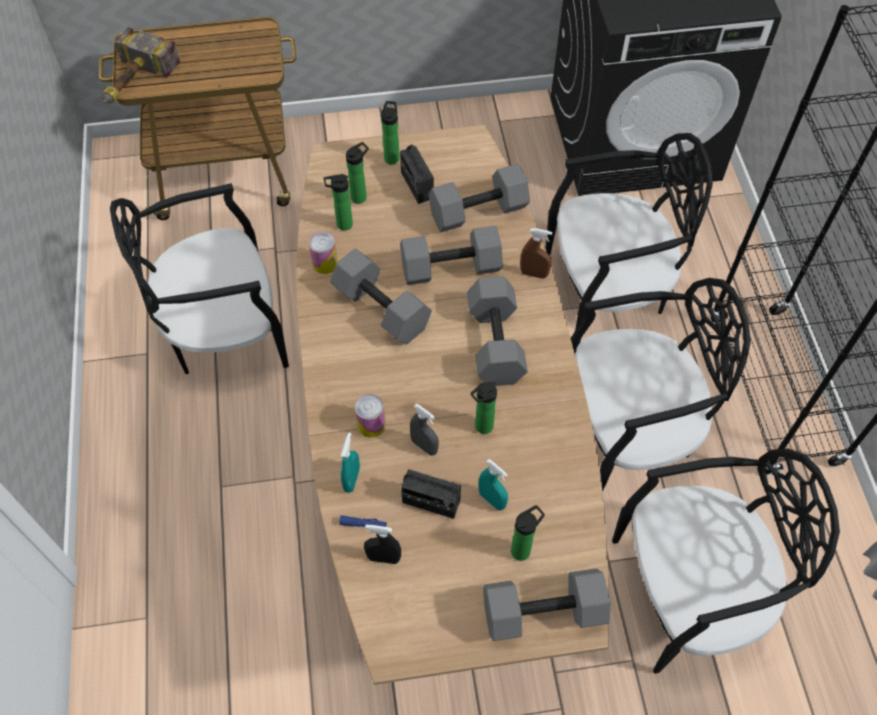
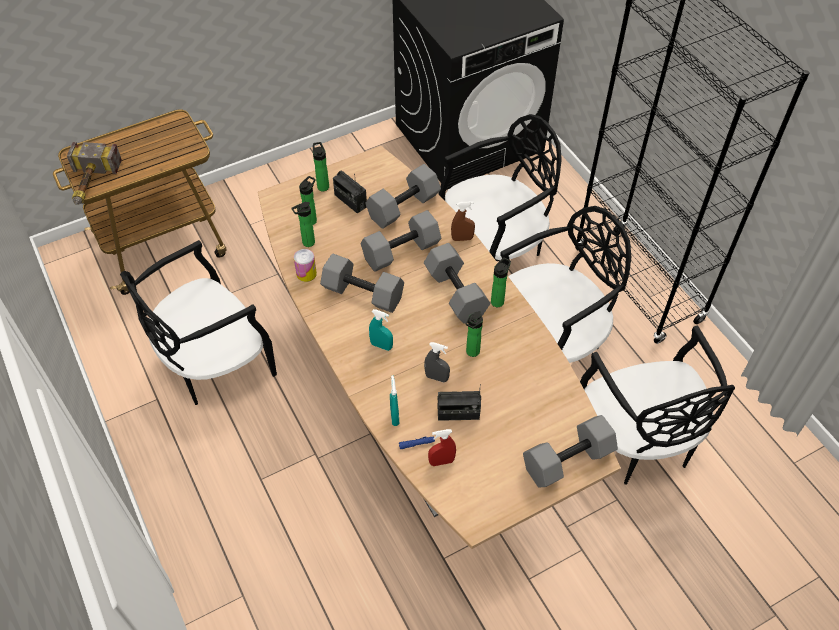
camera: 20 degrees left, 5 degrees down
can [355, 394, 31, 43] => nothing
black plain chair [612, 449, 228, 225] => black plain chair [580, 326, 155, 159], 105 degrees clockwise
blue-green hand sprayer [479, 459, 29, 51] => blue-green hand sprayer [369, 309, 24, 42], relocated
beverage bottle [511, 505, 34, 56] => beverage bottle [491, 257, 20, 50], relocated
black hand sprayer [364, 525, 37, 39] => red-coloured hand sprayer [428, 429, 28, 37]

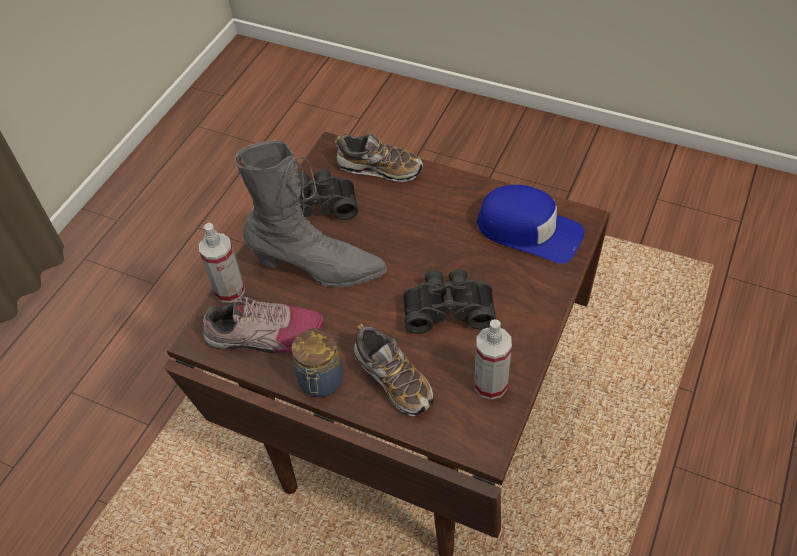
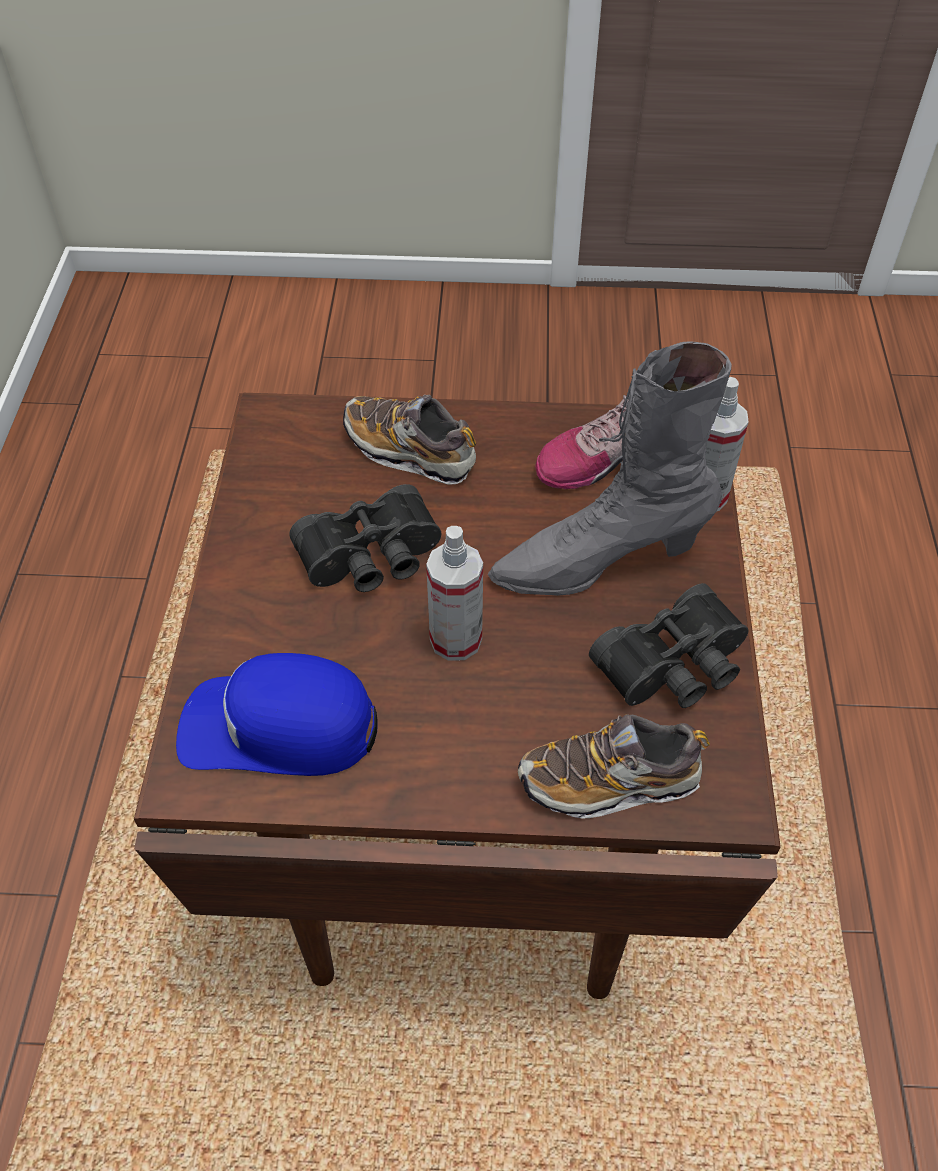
camera: 155 degrees right, 0 degrees up
hand sprayer [475, 319, 37, 81] => hand sprayer [426, 526, 57, 135], relocated
preserve jar [292, 328, 51, 69] => nothing

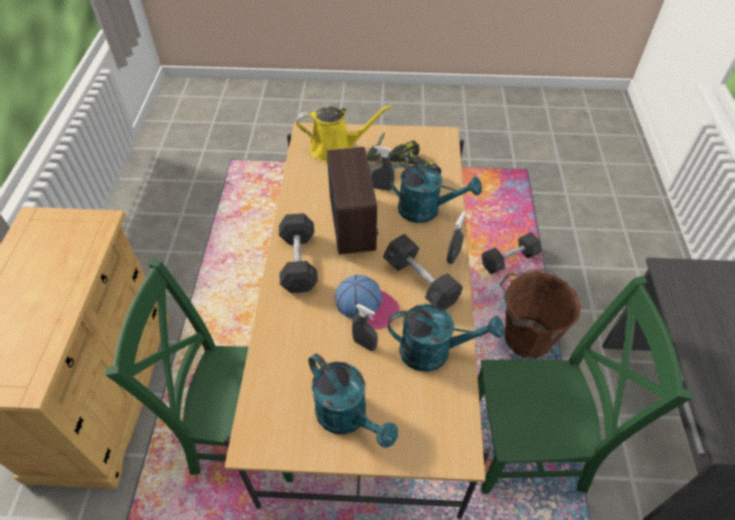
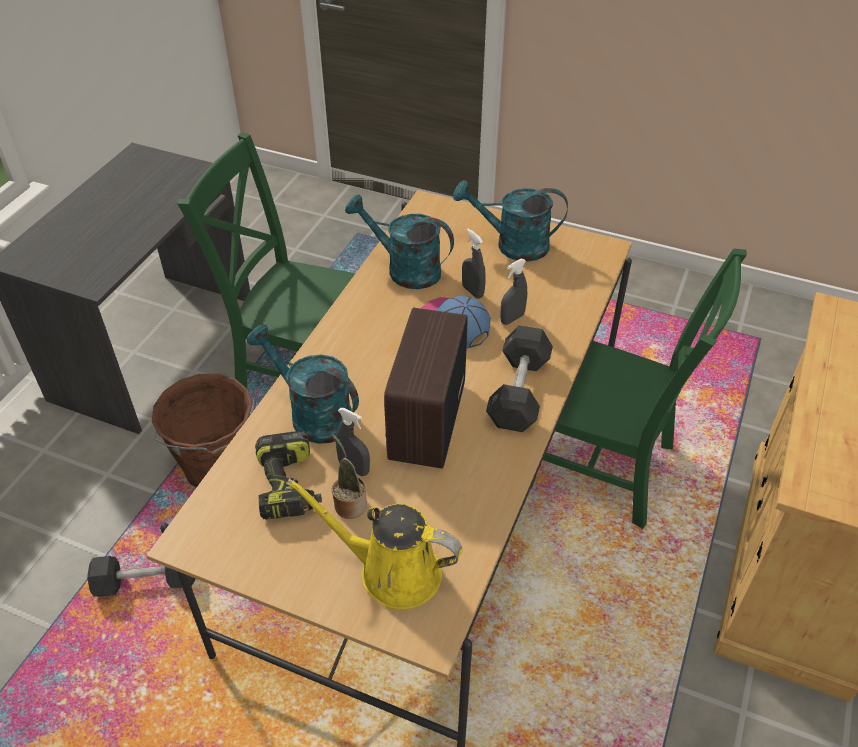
camera: 160 degrees left, 5 degrees down
greyish hand sprayer [447, 211, 19, 53] => greyish hand sprayer [500, 259, 27, 66], relocated
greyish free weight [383, 234, 80, 76] => nothing
blue-green watering can [308, 353, 90, 95] => blue-green watering can [453, 180, 115, 82], 60 degrees counterclockwise

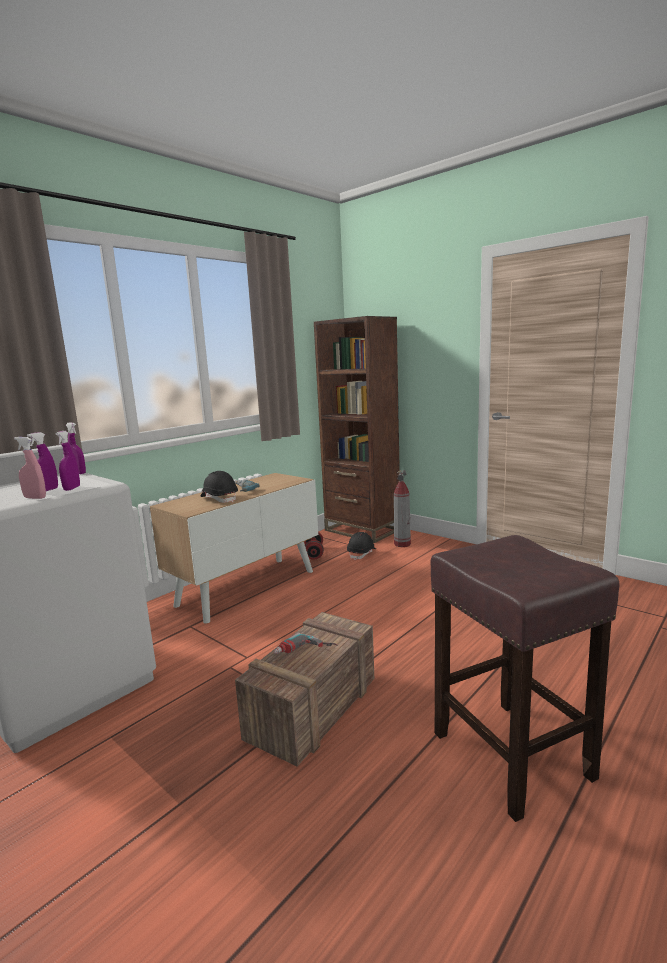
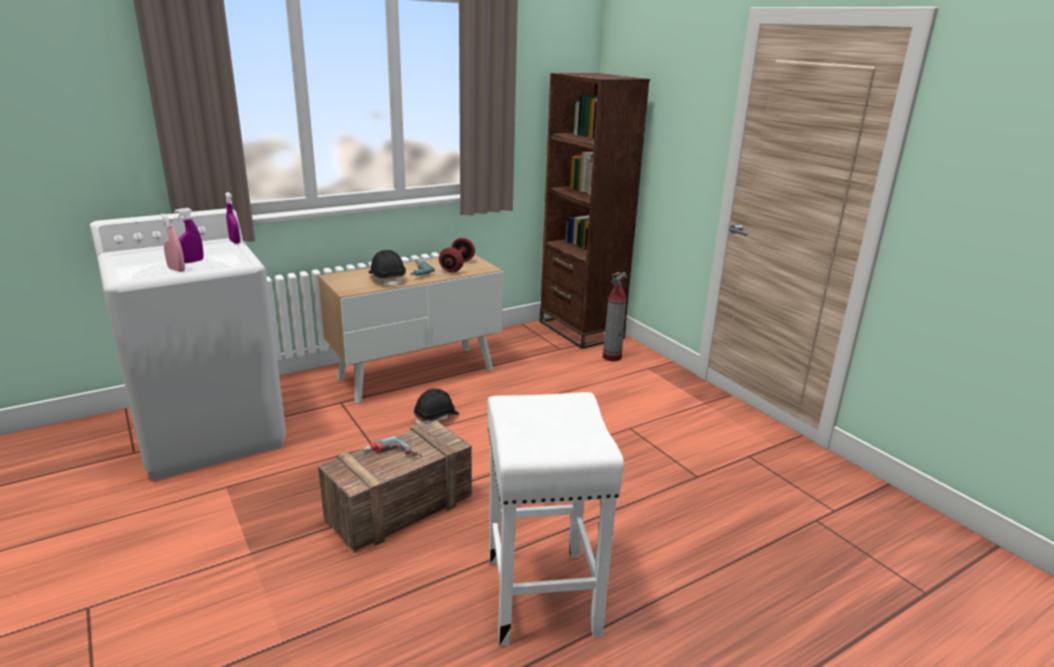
camera: 15 degrees right, 10 degrees up
purple-coloured hand sprayer [55, 431, 25, 60] => nothing
red-coloured free weight [304, 532, 20, 28] => red-coloured free weight [439, 238, 36, 34], relocated
black safety helmet [347, 532, 29, 29] => black safety helmet [414, 389, 45, 37], relocated
brown sitting stool [430, 535, 189, 287] => white-coloured sitting stool [487, 392, 137, 254]

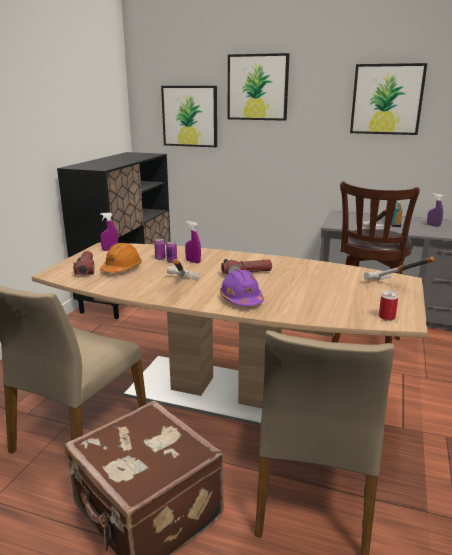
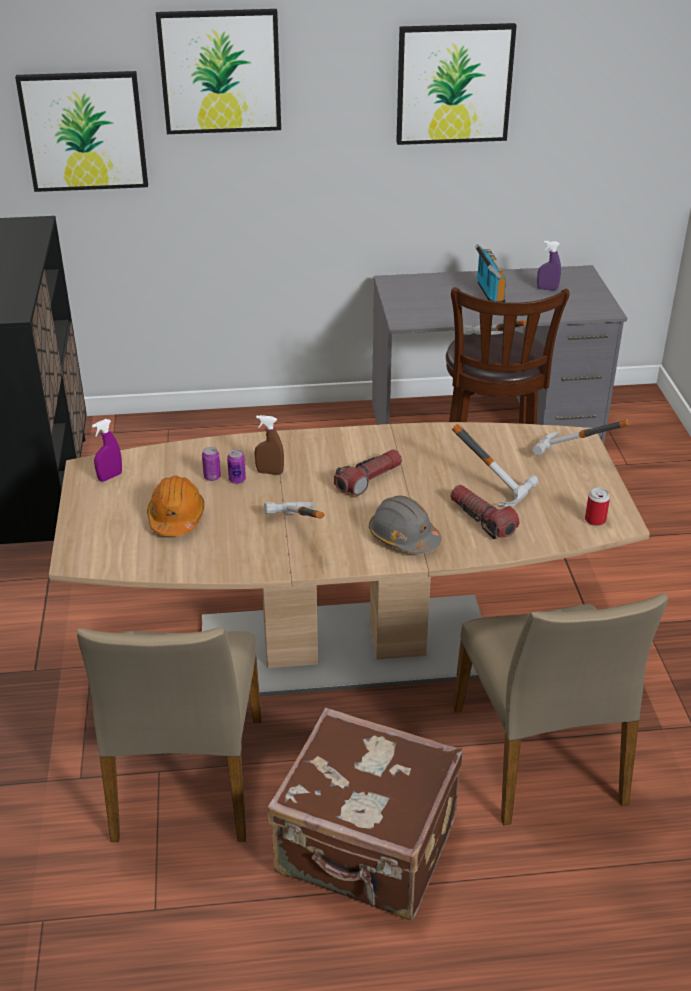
camera: 25 degrees left, 15 degrees up
purple-coloured hand sprayer [185, 221, 16, 42] => brown hand sprayer [254, 415, 30, 60]
torch [73, 251, 22, 25] => torch [450, 485, 69, 54], relocated
purple-coloured safety helmet [220, 269, 44, 37] => greyish safety helmet [369, 495, 72, 59]
nothing => hand hammer [452, 424, 87, 83]

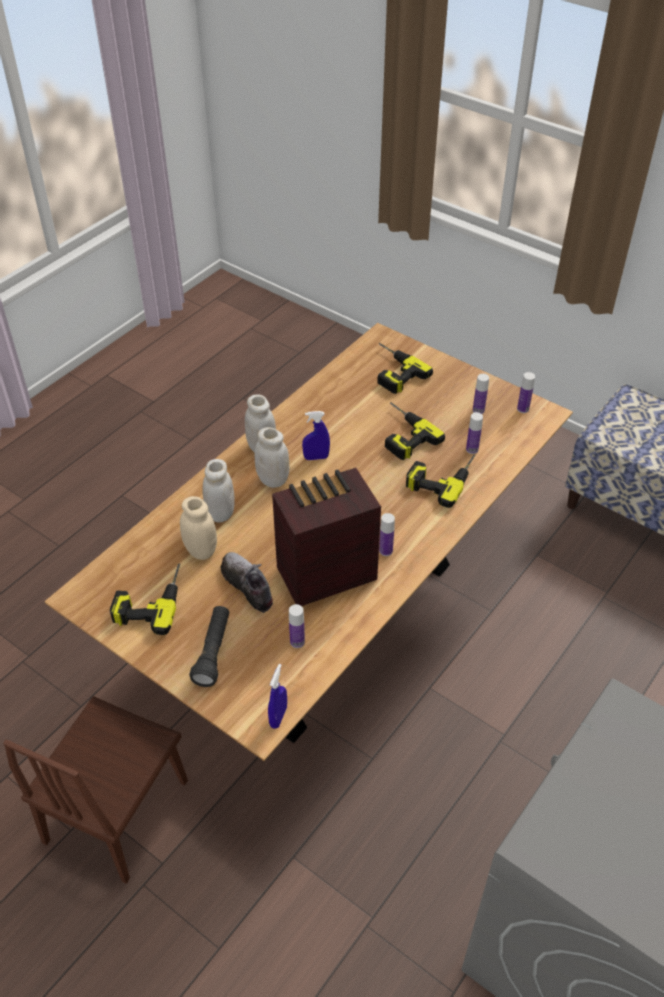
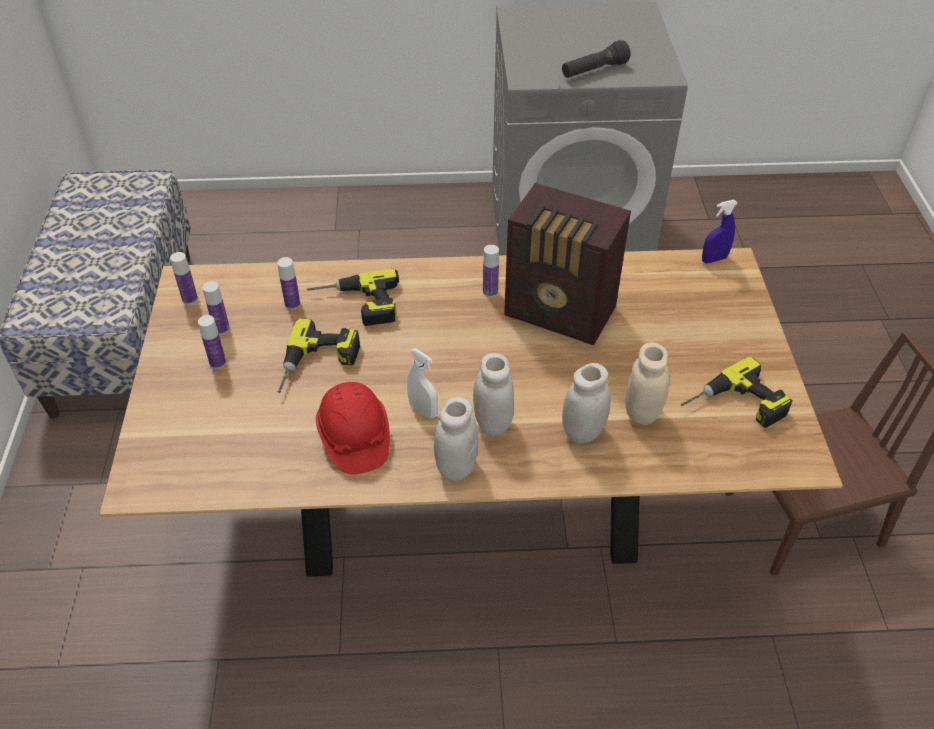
camera: 130 degrees left, 0 degrees up
drill [377, 343, 56, 51] => nothing
blue-coloured hand sprayer [302, 411, 28, 49] => white-coloured hand sprayer [407, 348, 31, 71]
item of footwear [220, 552, 53, 61] => nothing
beverage bottle [289, 604, 16, 44] => beverage bottle [198, 315, 28, 54], relocated
black torch [189, 606, 40, 81] => black torch [562, 40, 69, 38], relocated
nothing => red-coloured safety helmet [316, 382, 74, 93]

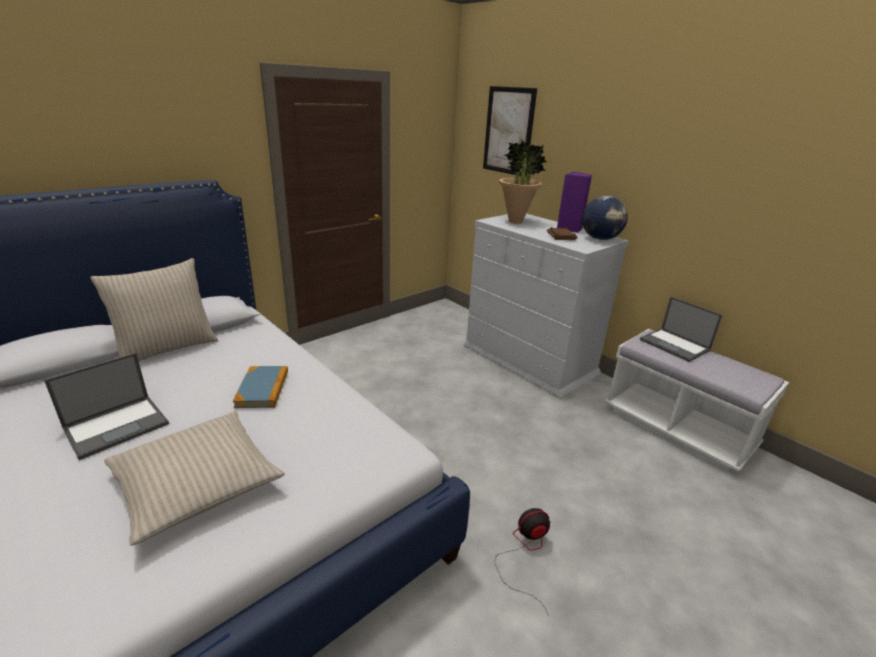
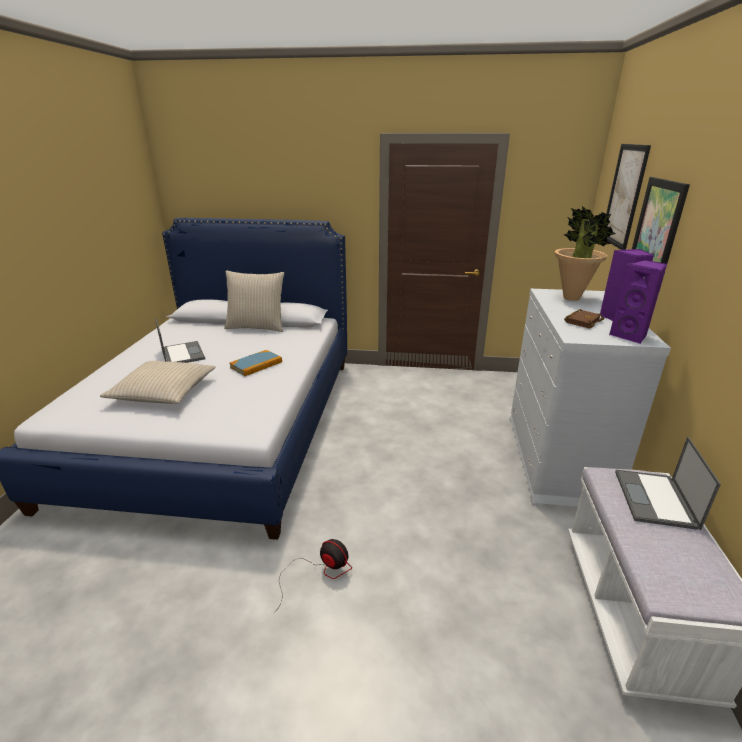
camera: 50 degrees right, 0 degrees up
desk globe [582, 196, 46, 44] => purple-coloured audio speaker [609, 260, 58, 84]
portable computer [44, 353, 125, 107] => portable computer [155, 318, 50, 45], 120 degrees counterclockwise
nothing => picture [632, 177, 58, 111]

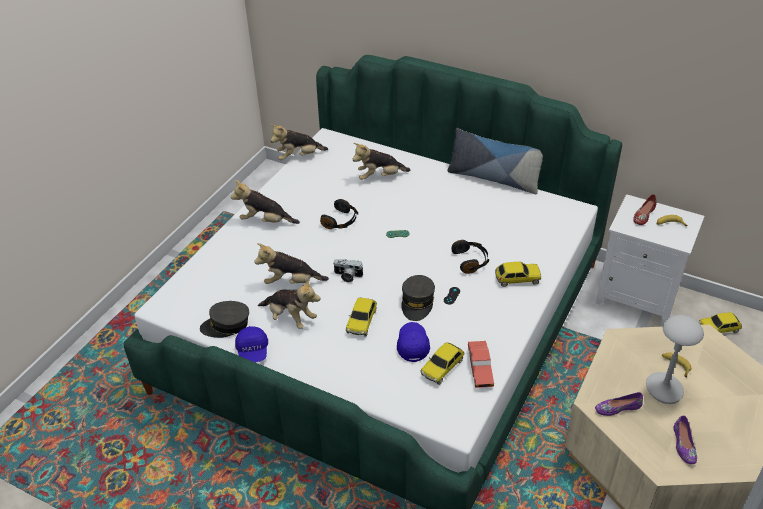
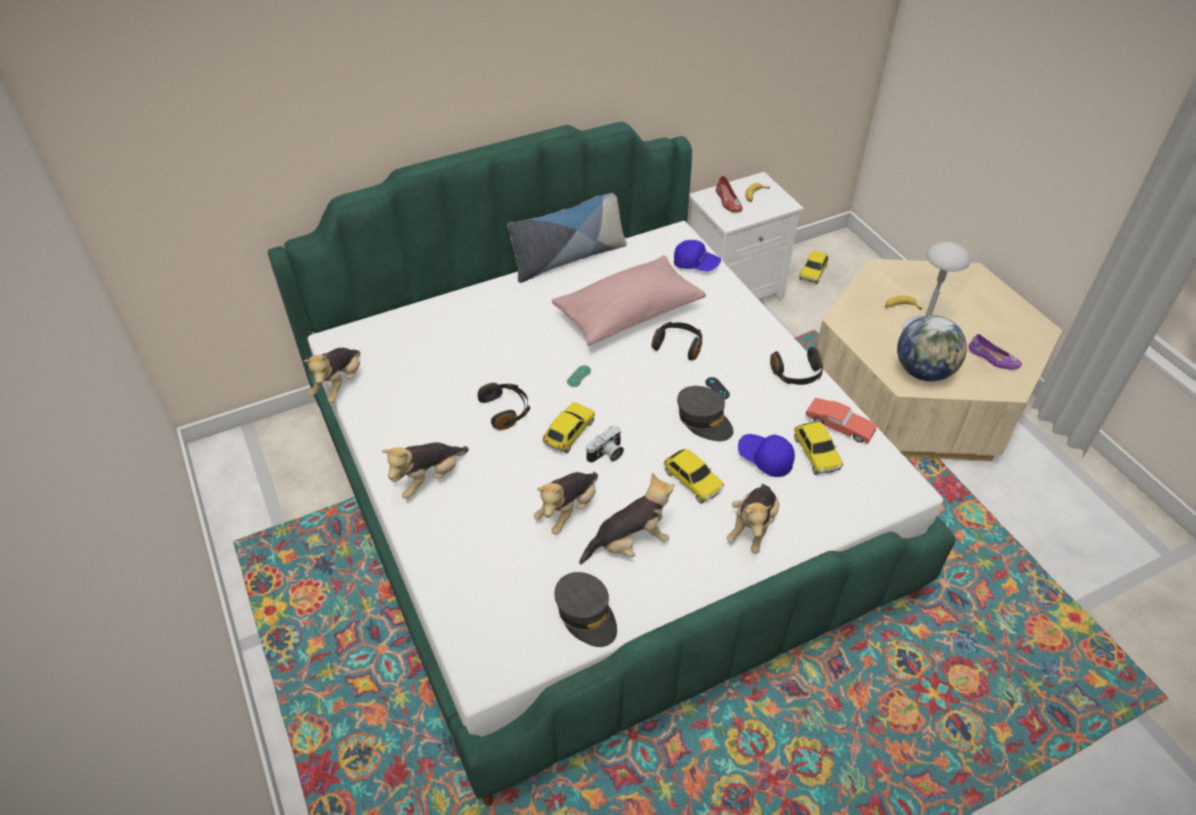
camera: 55 degrees left, 5 degrees up
soft toy [353, 143, 58, 37] => soft toy [727, 484, 52, 70], relocated
miniature car [495, 261, 46, 26] => miniature car [543, 402, 52, 52], relocated
greyish cap [200, 301, 49, 37] => greyish cap [555, 572, 62, 75], 60 degrees counterclockwise
blue-coloured cap [235, 326, 33, 37] => blue-coloured cap [674, 240, 47, 32], relocated
purple-coloured item of footwear [595, 392, 48, 24] => desk globe [897, 315, 70, 67]
nothing => pink-coloured cushion [552, 255, 154, 91]
nothing => black headphones [770, 347, 53, 38]

